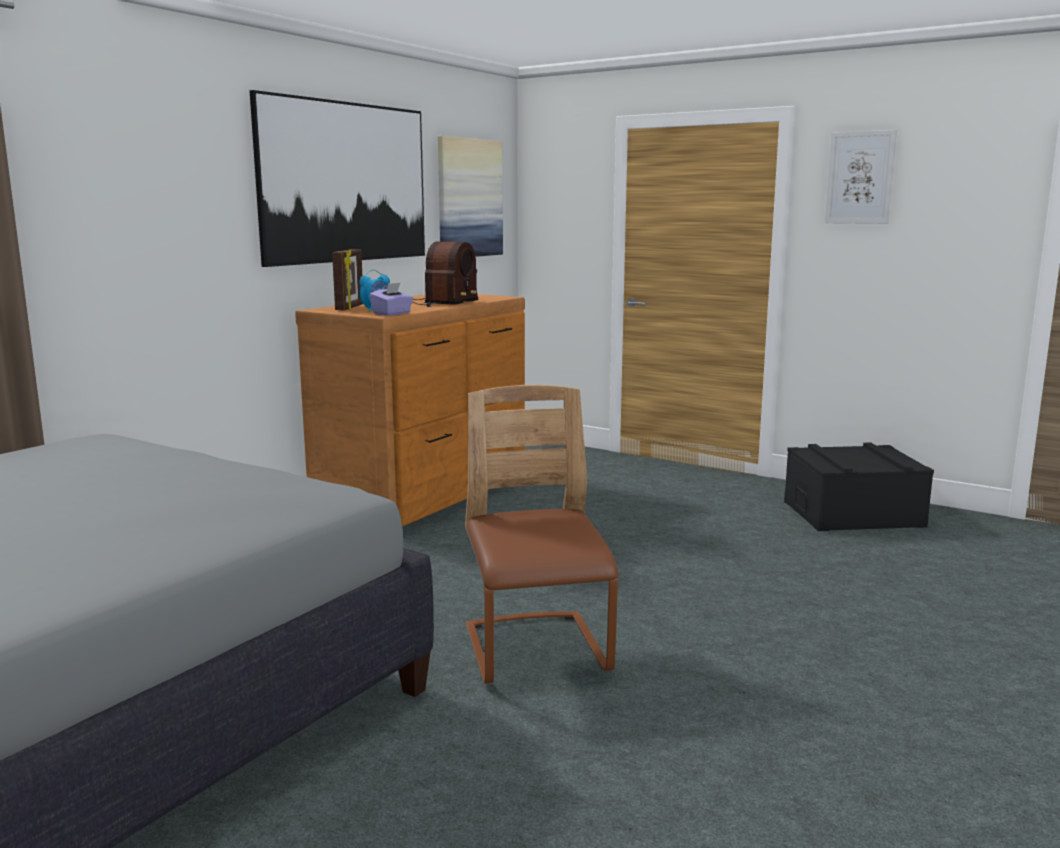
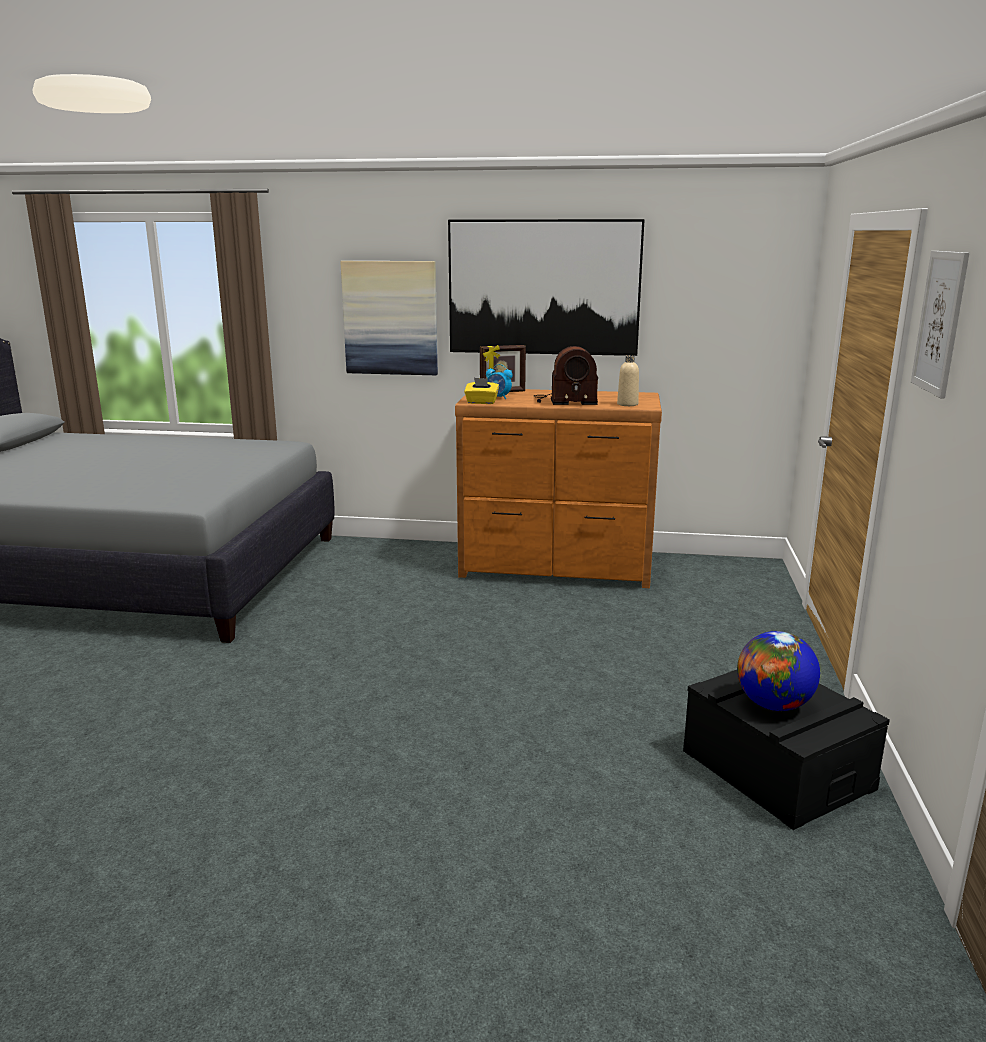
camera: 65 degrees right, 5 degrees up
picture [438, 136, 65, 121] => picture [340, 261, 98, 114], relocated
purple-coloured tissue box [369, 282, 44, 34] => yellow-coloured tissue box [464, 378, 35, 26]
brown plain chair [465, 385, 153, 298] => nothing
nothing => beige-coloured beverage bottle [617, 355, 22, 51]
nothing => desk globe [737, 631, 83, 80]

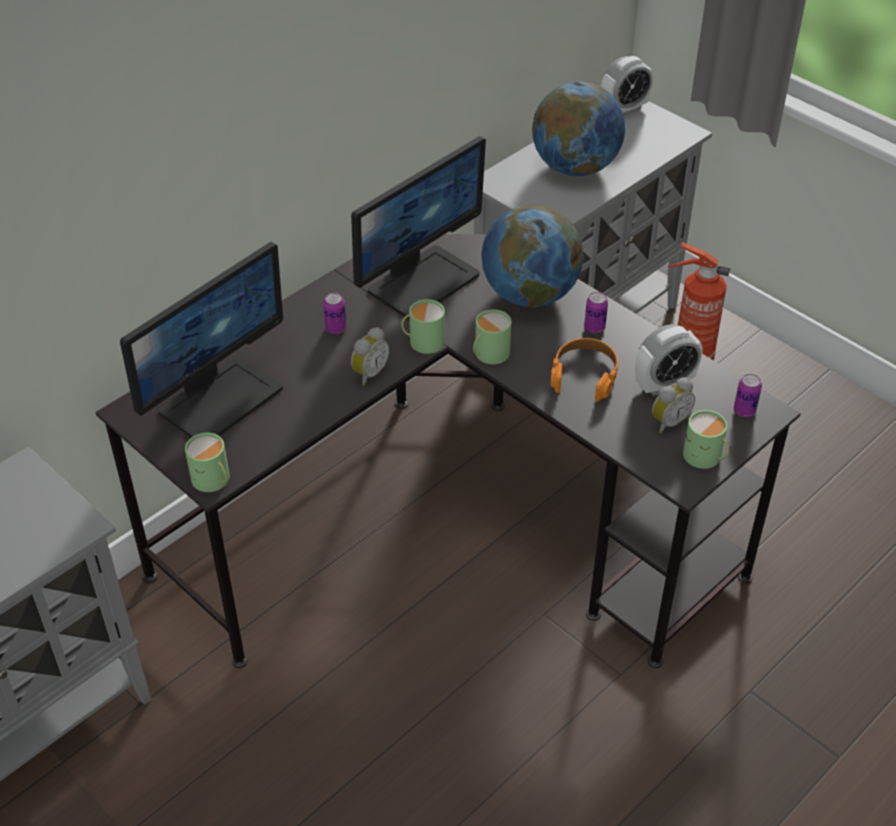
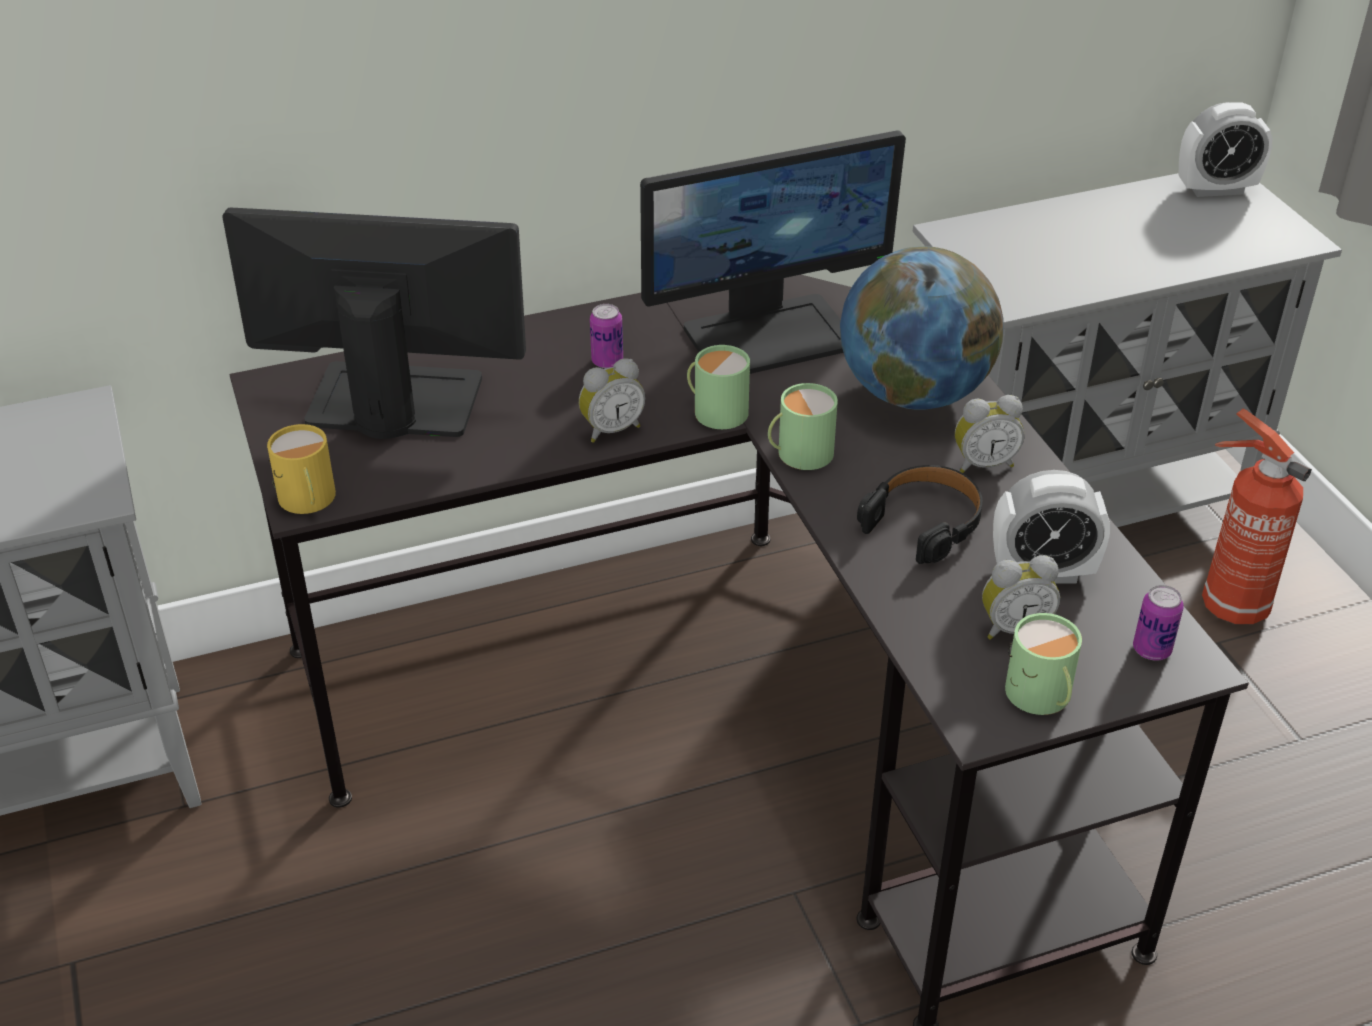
camera: 25 degrees right, 5 degrees down
desk globe [532, 82, 93, 94] => nothing
computer screen [120, 242, 163, 195] => computer screen [222, 208, 304, 231], 150 degrees counterclockwise
can [584, 292, 24, 41] => alarm clock [955, 395, 70, 78]
orange headphones [550, 338, 68, 63] => black headphones [857, 465, 126, 99]
greenish coffee mug [185, 433, 45, 59] => yellow-coloured coffee mug [267, 424, 69, 90]

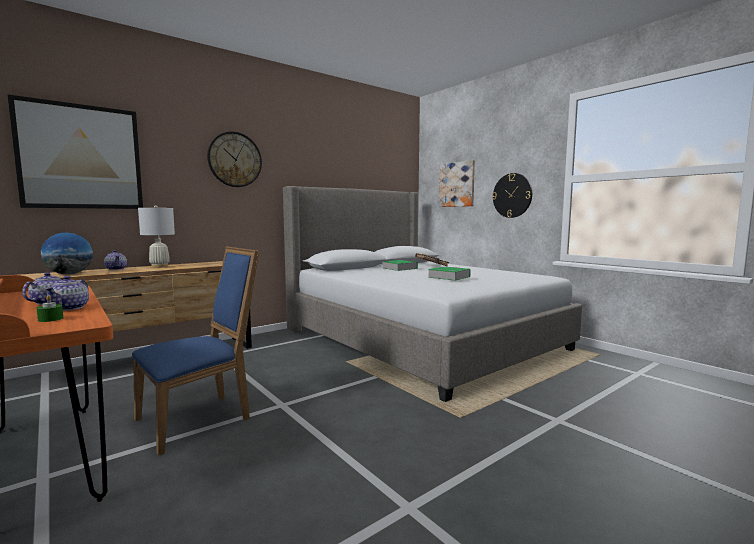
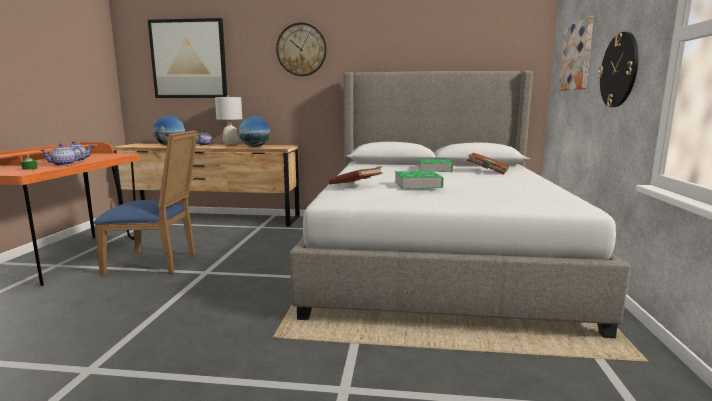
camera: 45 degrees right, 5 degrees up
nothing => desk globe [239, 116, 31, 31]
nothing => brown volume [329, 166, 54, 19]

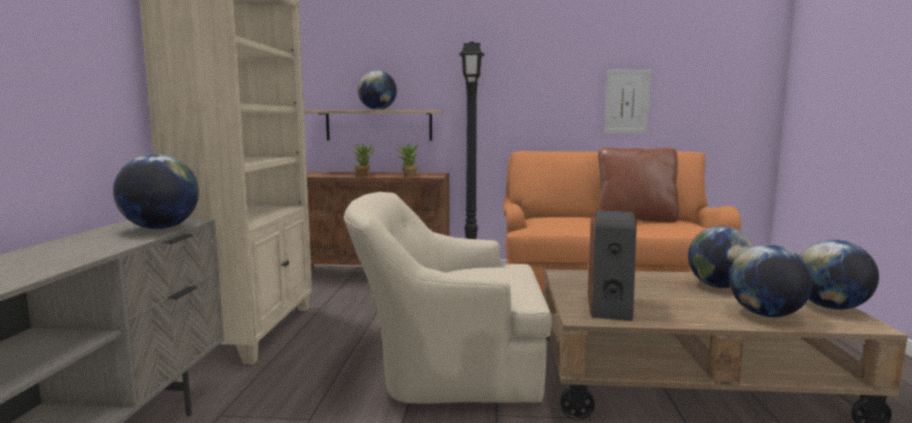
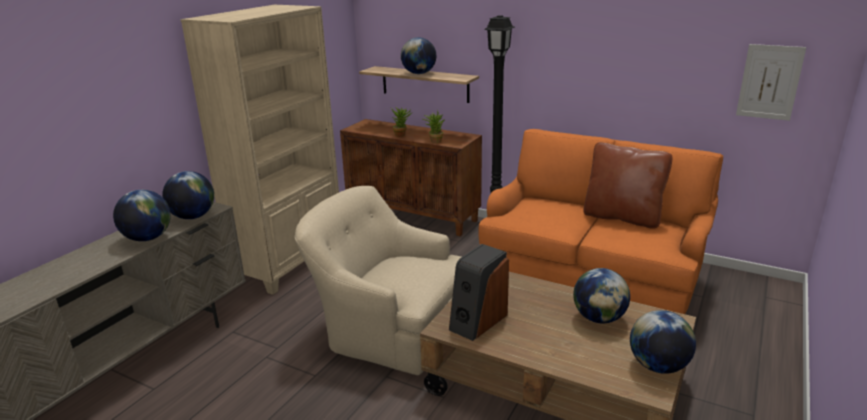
camera: 25 degrees right, 15 degrees up
picture [604, 69, 47, 64] => picture [736, 44, 70, 77], relocated
desk globe [729, 244, 84, 73] => desk globe [113, 190, 58, 51], relocated

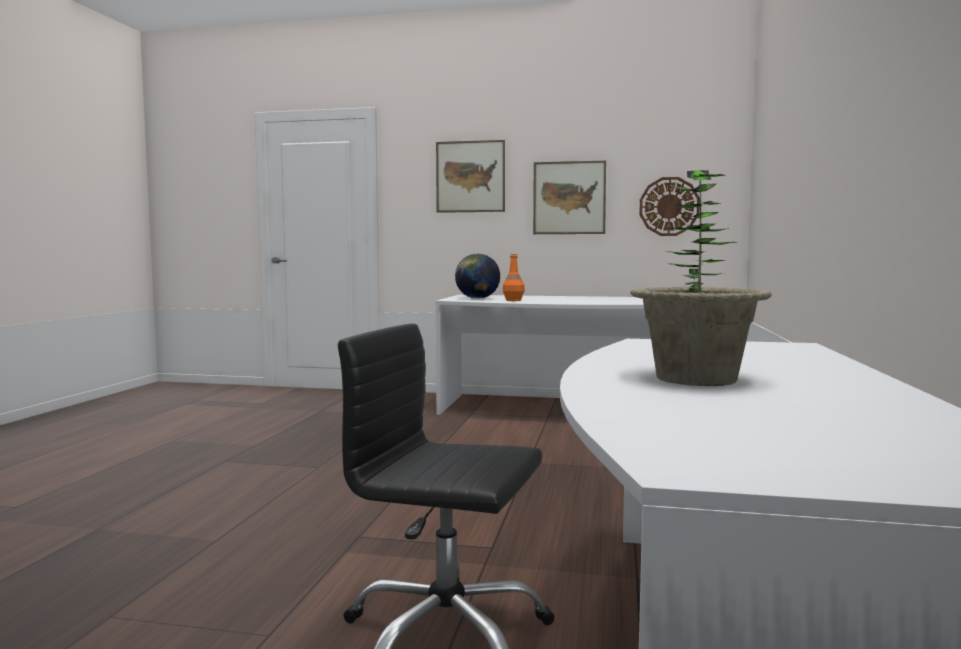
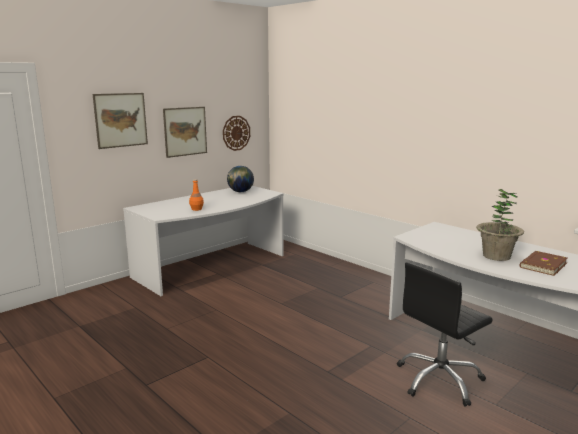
camera: 55 degrees left, 10 degrees up
desk globe [455, 254, 45, 45] => desk globe [227, 166, 27, 26], relocated
nothing => brown volume [519, 251, 48, 25]

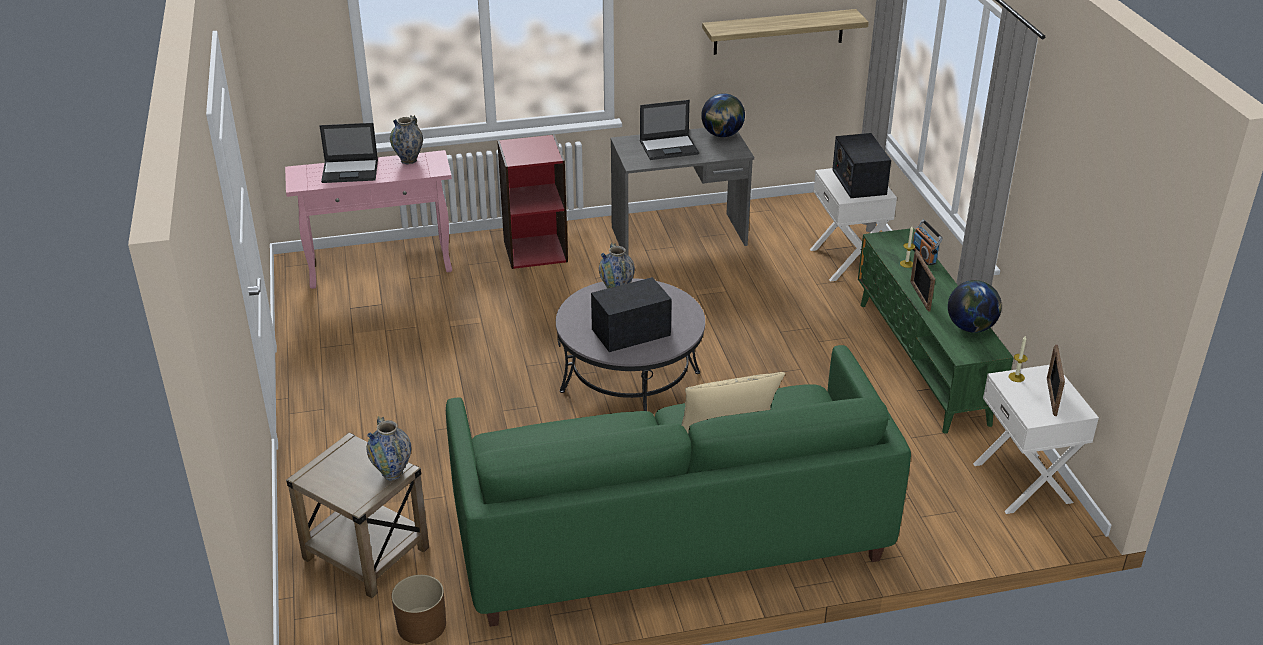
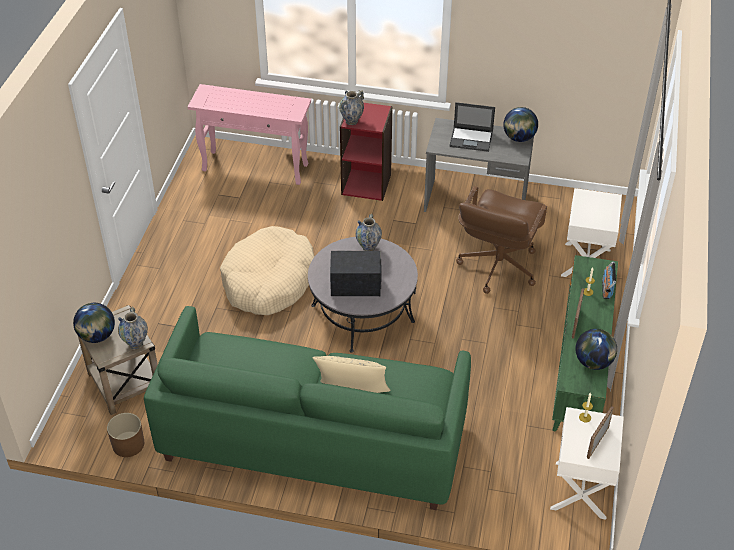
camera: 25 degrees right, 10 degrees up
wall shelf [702, 9, 167, 46] => nothing
decorative vase [390, 115, 33, 49] => decorative vase [339, 90, 25, 35], relocated
portable computer [319, 123, 59, 60] => nothing
radio receiver [832, 133, 59, 65] => nothing
nothing => brown computer chair [456, 186, 91, 108]
nothing => beige-coloured dog bed [220, 226, 95, 89]
nothing => desk globe [73, 303, 42, 40]

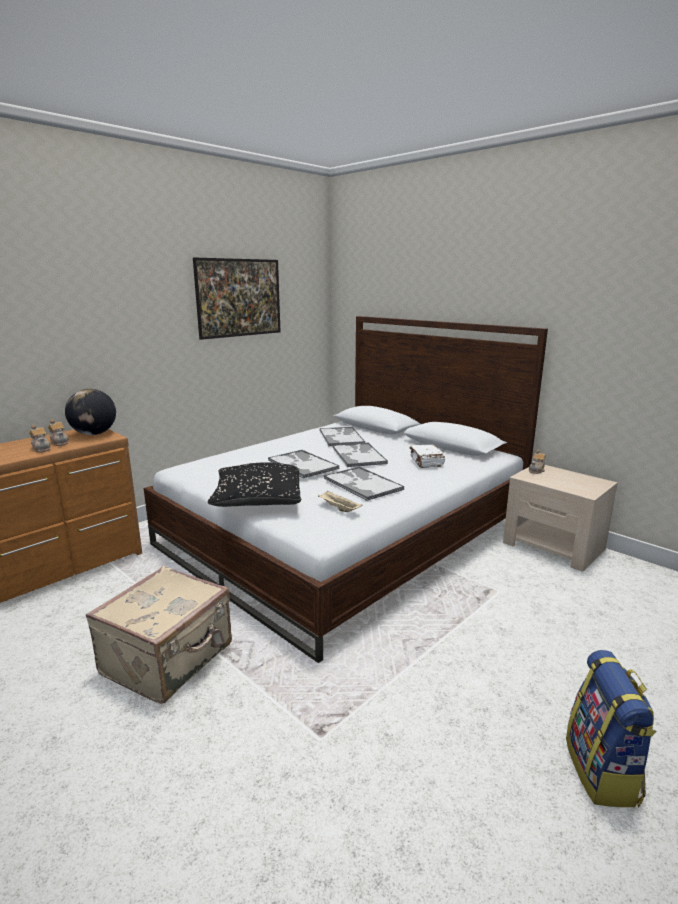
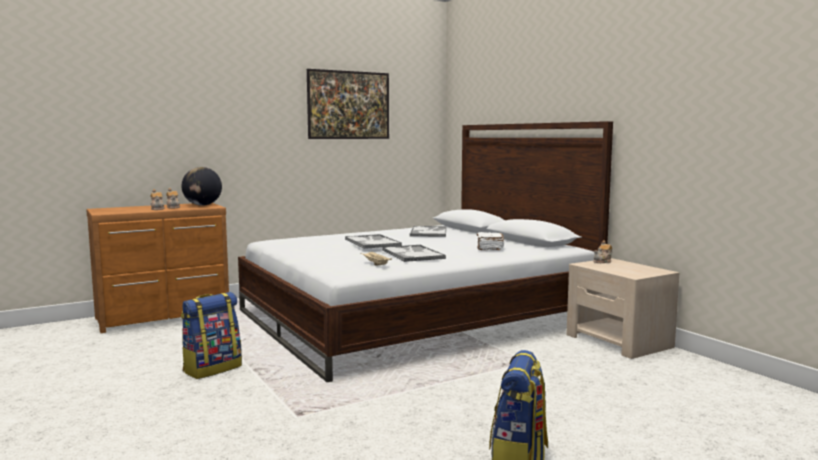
camera: 15 degrees right, 10 degrees down
tray [332, 442, 56, 26] => nothing
black cushion [208, 463, 93, 44] => nothing
beige-coloured suitcase [86, 566, 146, 138] => knapsack [181, 292, 61, 87]

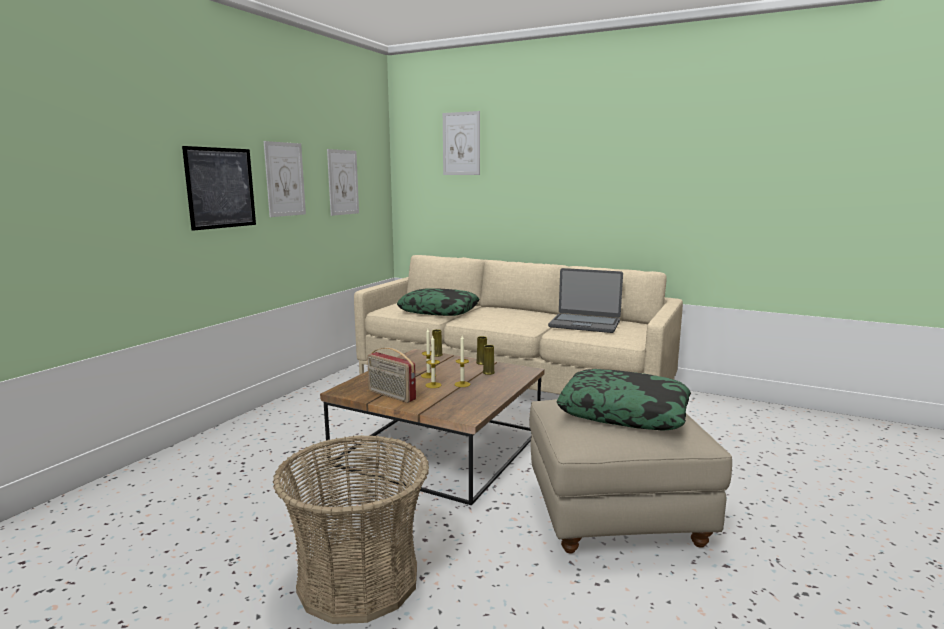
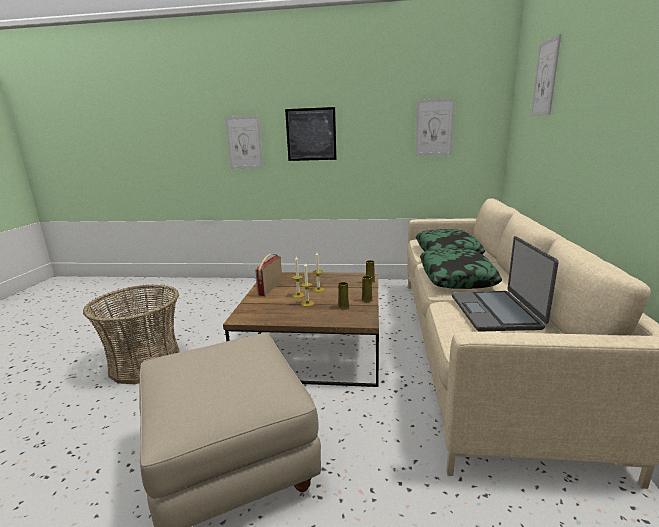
camera: 70 degrees right, 5 degrees up
picture [264, 141, 42, 76] => picture [225, 116, 38, 53], relocated
cushion [557, 369, 134, 61] => cushion [420, 248, 82, 41], relocated

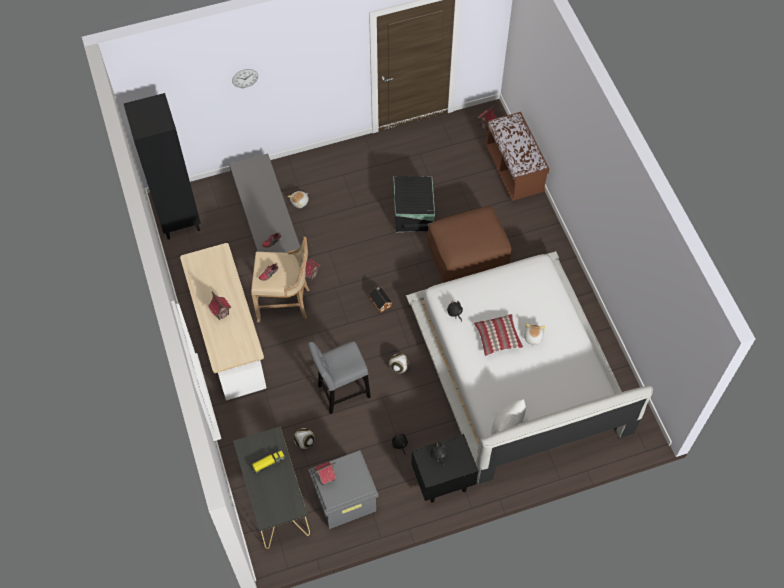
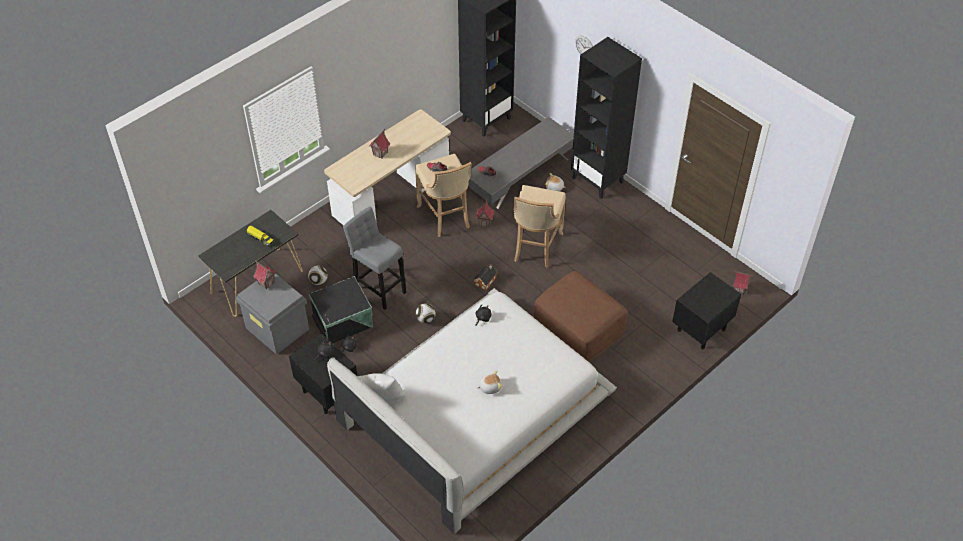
camera: 65 degrees right, 10 degrees down
brown long seat [485, 112, 64, 89] => black nightstand [672, 272, 69, 77]
black storage box [393, 176, 42, 56] => black storage box [309, 276, 64, 67], relocated
cushion [474, 314, 49, 42] => nothing
nothing => black shelving unit [571, 37, 71, 162]
nothing => beige-coloured sitting stool [513, 185, 53, 83]

